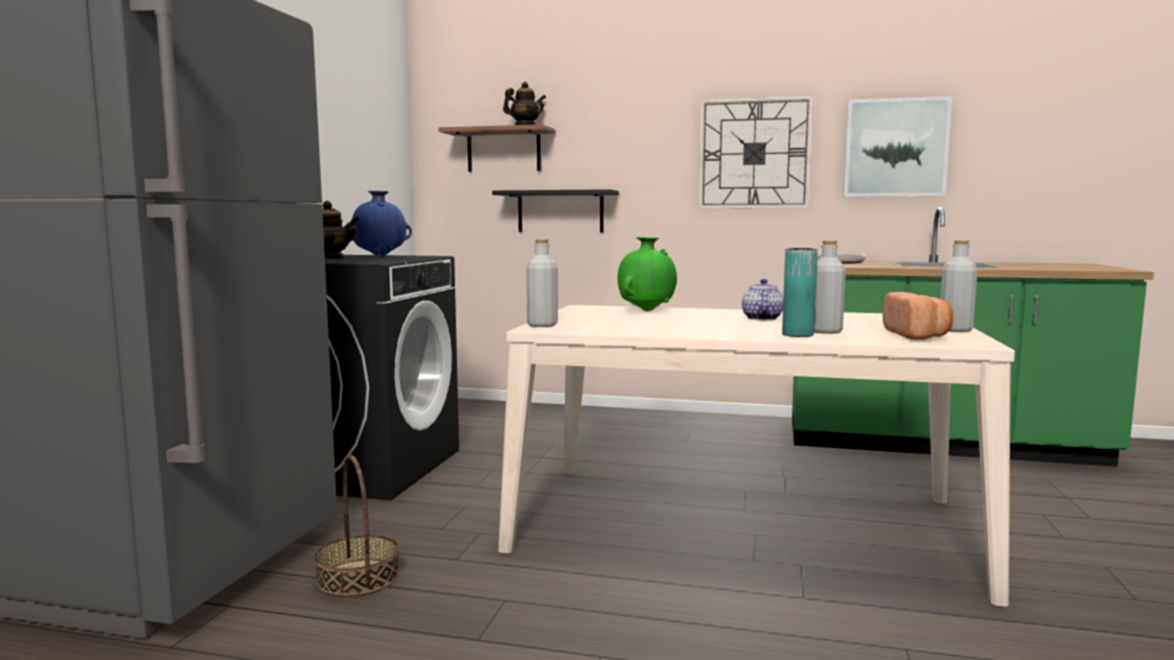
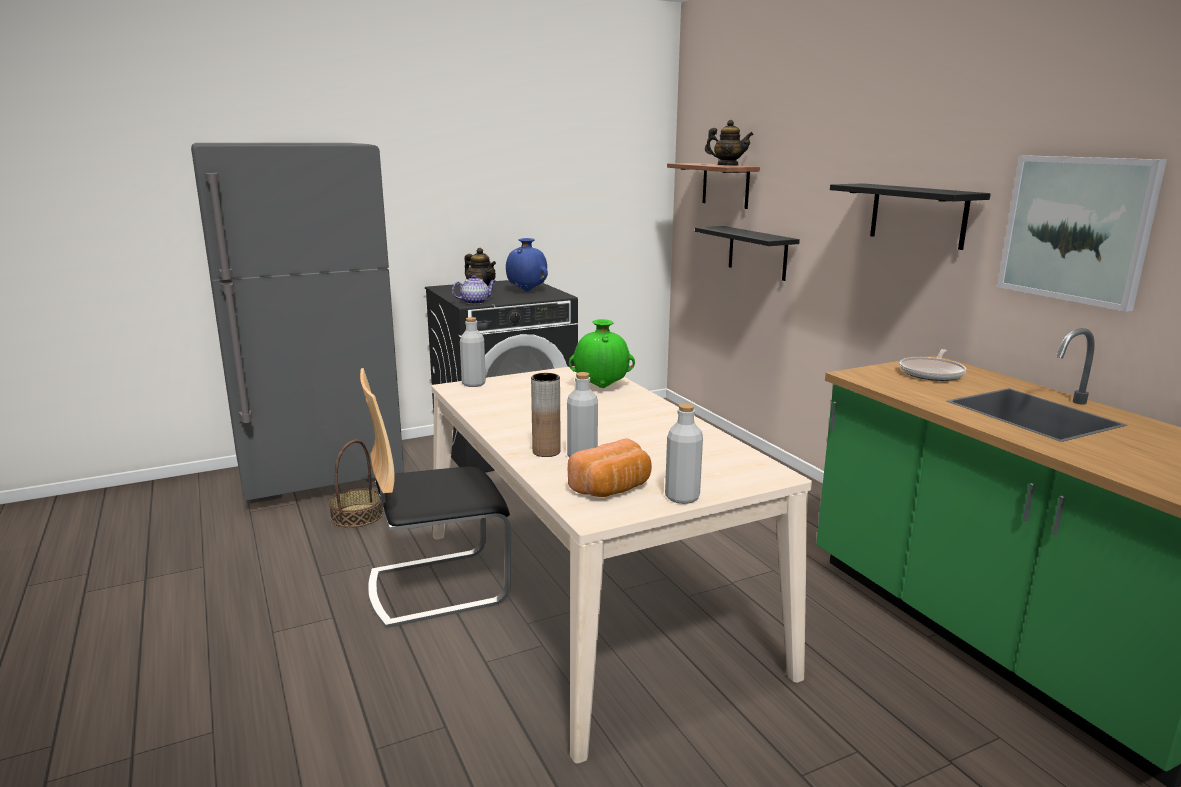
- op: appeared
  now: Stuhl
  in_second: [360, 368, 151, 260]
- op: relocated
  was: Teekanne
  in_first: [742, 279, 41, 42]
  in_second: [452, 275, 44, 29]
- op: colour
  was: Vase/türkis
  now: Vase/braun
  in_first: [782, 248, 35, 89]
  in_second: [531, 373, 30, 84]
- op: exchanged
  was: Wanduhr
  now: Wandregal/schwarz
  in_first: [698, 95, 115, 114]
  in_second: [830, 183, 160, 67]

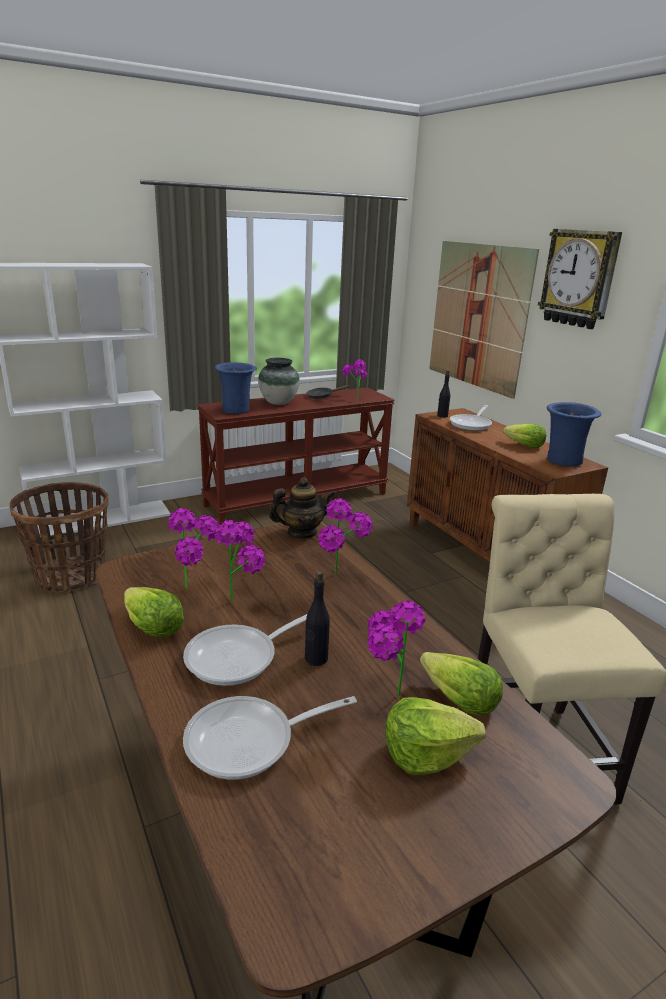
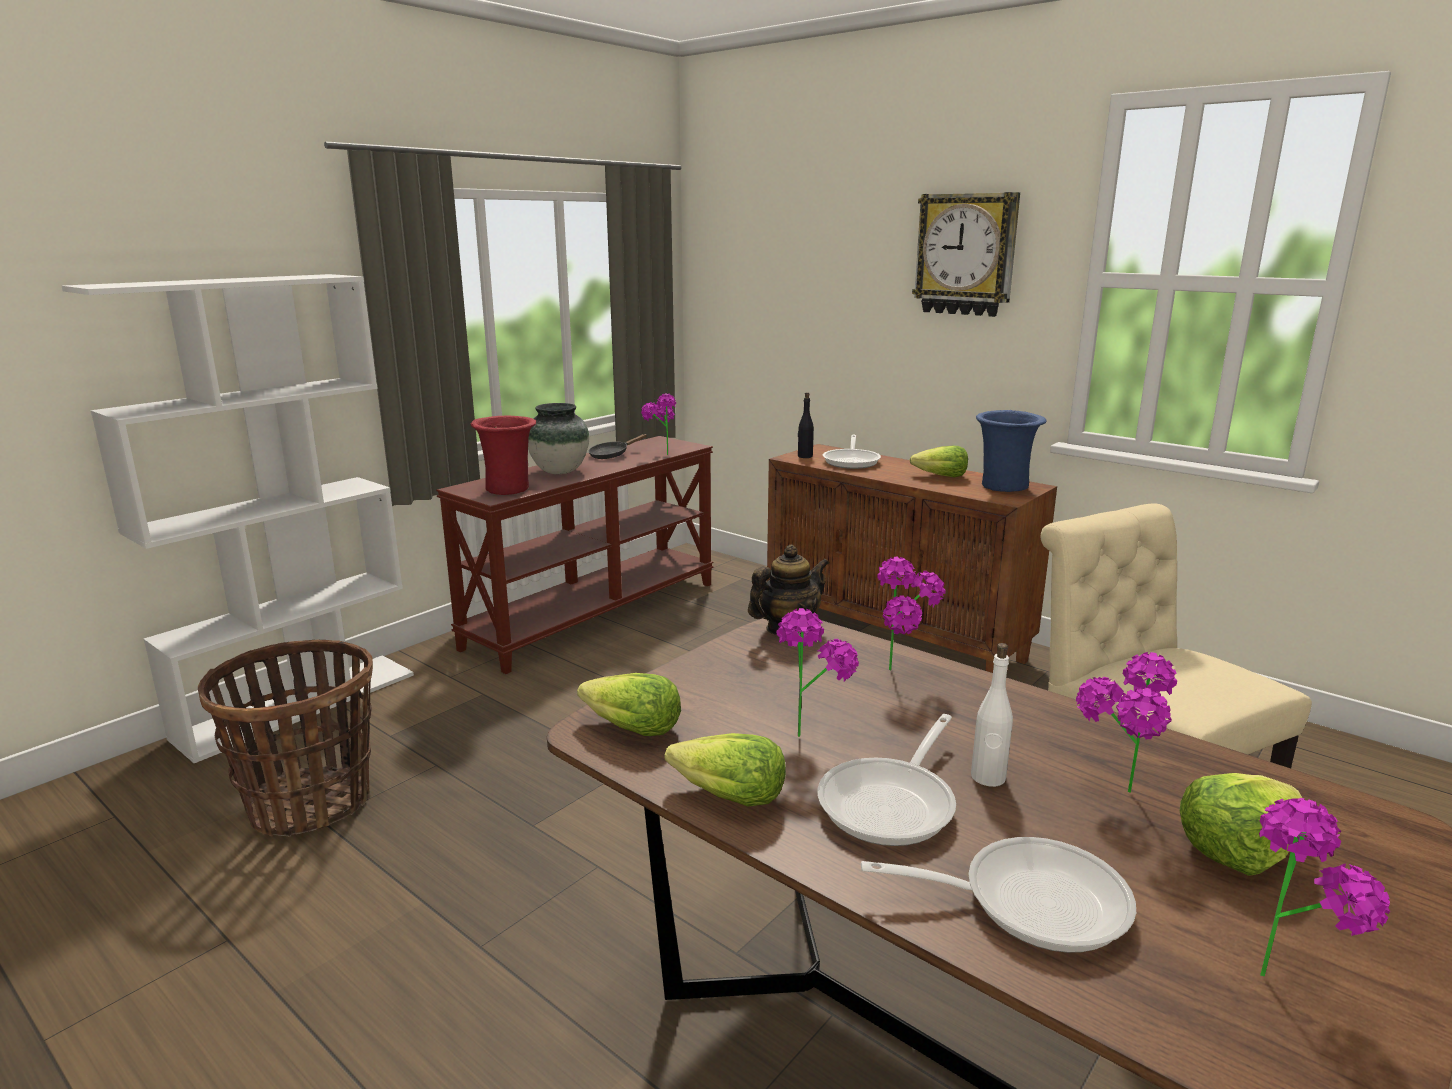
- op: colour
  was: Vase/blau
  now: Vase/rot
  in_first: [215, 362, 42, 52]
  in_second: [471, 416, 65, 79]
- op: relocated
  was: Salatkopf
  in_first: [420, 652, 83, 64]
  in_second: [577, 673, 104, 63]
- op: spun
  was: Pfanne
  in_first: [183, 696, 174, 84]
  in_second: [861, 837, 275, 116]
  clockwise: -135
- op: colour
  was: Flasche/schwarz
  now: Flasche/weiß
  in_first: [305, 571, 25, 95]
  in_second: [971, 643, 42, 144]
- op: relocated
  was: Topfpflanze
  in_first: [168, 508, 50, 80]
  in_second: [1259, 798, 131, 178]
- op: missing
  was: Bild
  in_first: [429, 241, 110, 158]

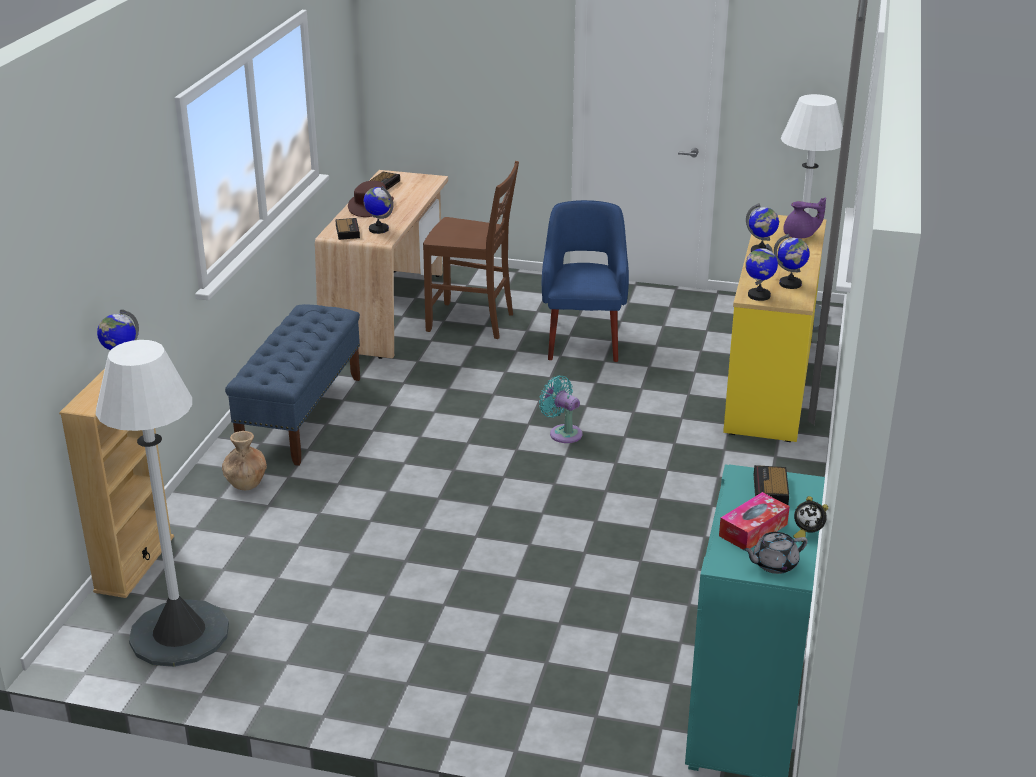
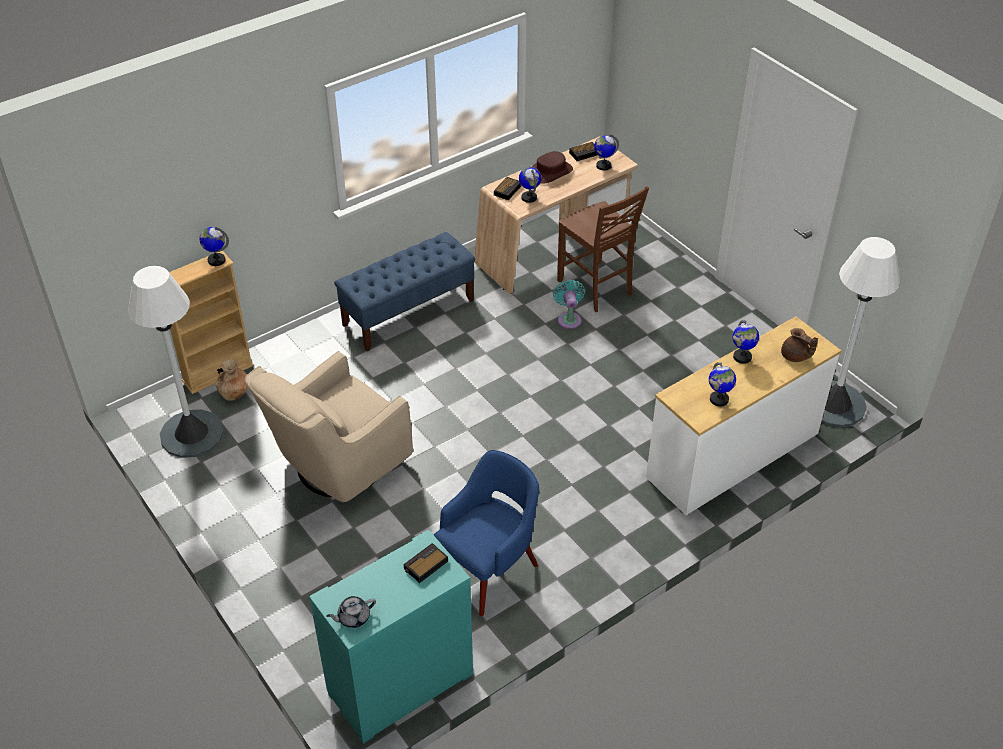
- op: relocated
  was: Vase/braun
  in_first: [222, 431, 45, 59]
  in_second: [214, 359, 34, 42]
- op: appeared
  now: Sessel/beige
  in_second: [245, 351, 168, 151]
- op: spun
  was: Teekanne/grau
  in_first: [743, 532, 65, 42]
  in_second: [326, 596, 50, 32]
  clockwise: -45
- op: relocated
  was: Sessel/blau
  in_first: [542, 200, 87, 162]
  in_second: [434, 450, 105, 166]
- op: relocated
  was: Ventilator/türkis
  in_first: [539, 375, 43, 68]
  in_second: [553, 280, 32, 49]
- op: relocated
  was: Globus
  in_first: [745, 244, 33, 57]
  in_second: [594, 135, 25, 36]
- op: colour
  was: Kommode/gelb
  now: Kommode/weiß
  in_first: [723, 215, 104, 227]
  in_second: [646, 316, 195, 199]
- op: colour
  was: Teekanne/lila
  now: Teekanne/braun
  in_first: [784, 197, 42, 41]
  in_second: [781, 328, 37, 34]
- op: missing
  was: Taschentuchbox
  in_first: [719, 492, 71, 57]
- op: missing
  was: Wecker
  in_first: [793, 496, 35, 46]

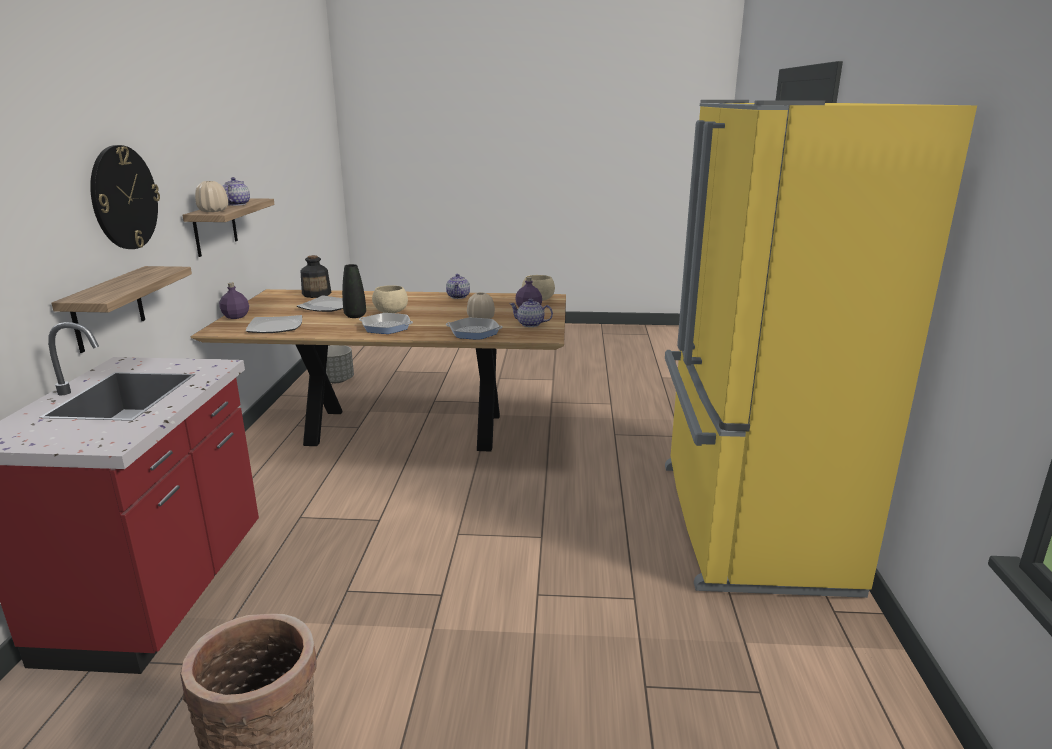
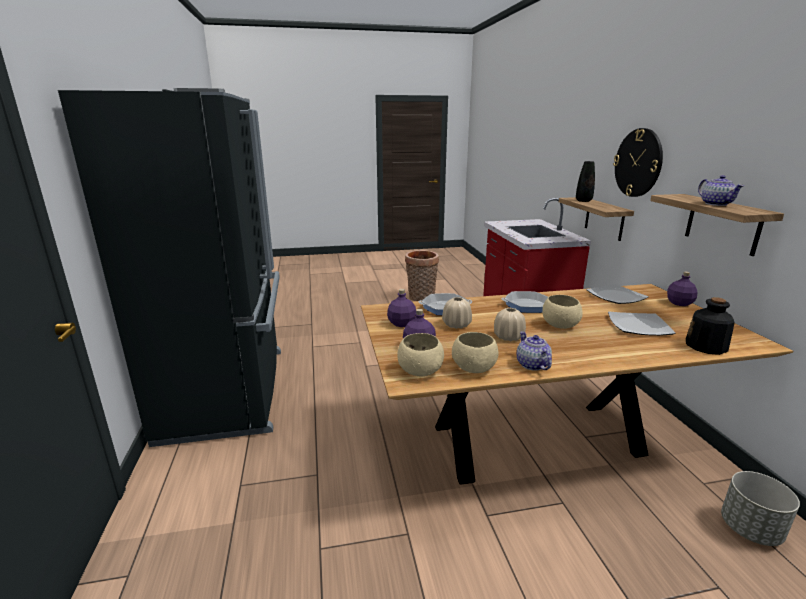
- op: colour
  was: Kühlschrank/gelb
  now: Kühlschrank/schwarz
  in_first: [665, 100, 312, 498]
  in_second: [58, 88, 223, 359]
- op: exchanged
  was: Teekanne
  now: Flasche/lila
  in_first: [509, 299, 44, 28]
  in_second: [387, 289, 29, 38]
- op: appeared
  now: Schüssel/beige
  in_second: [452, 332, 46, 41]
- op: relocated
  was: Vase/beige
  in_first: [195, 181, 33, 31]
  in_second: [494, 308, 32, 33]
- op: relocated
  was: Vase/schwarz
  in_first: [342, 264, 24, 54]
  in_second: [576, 161, 19, 41]

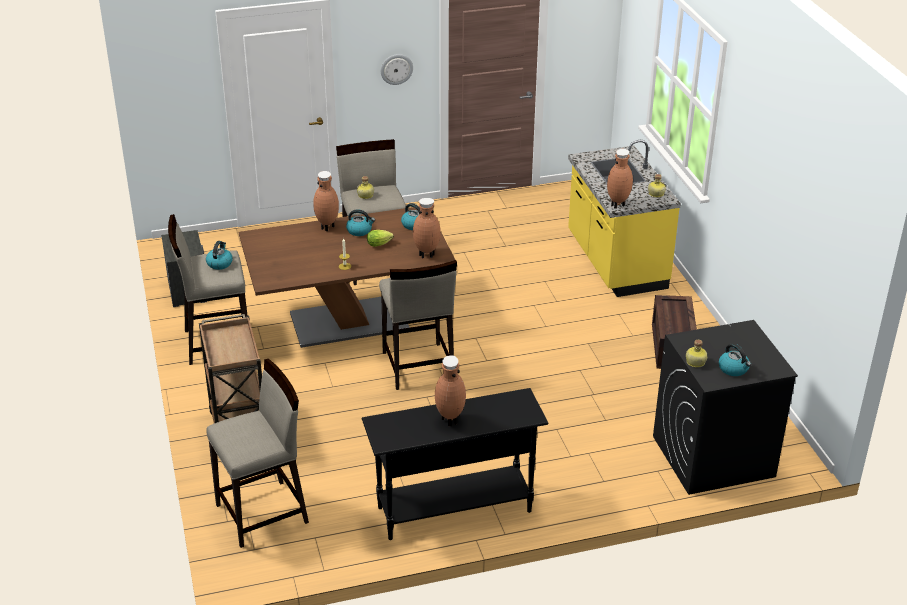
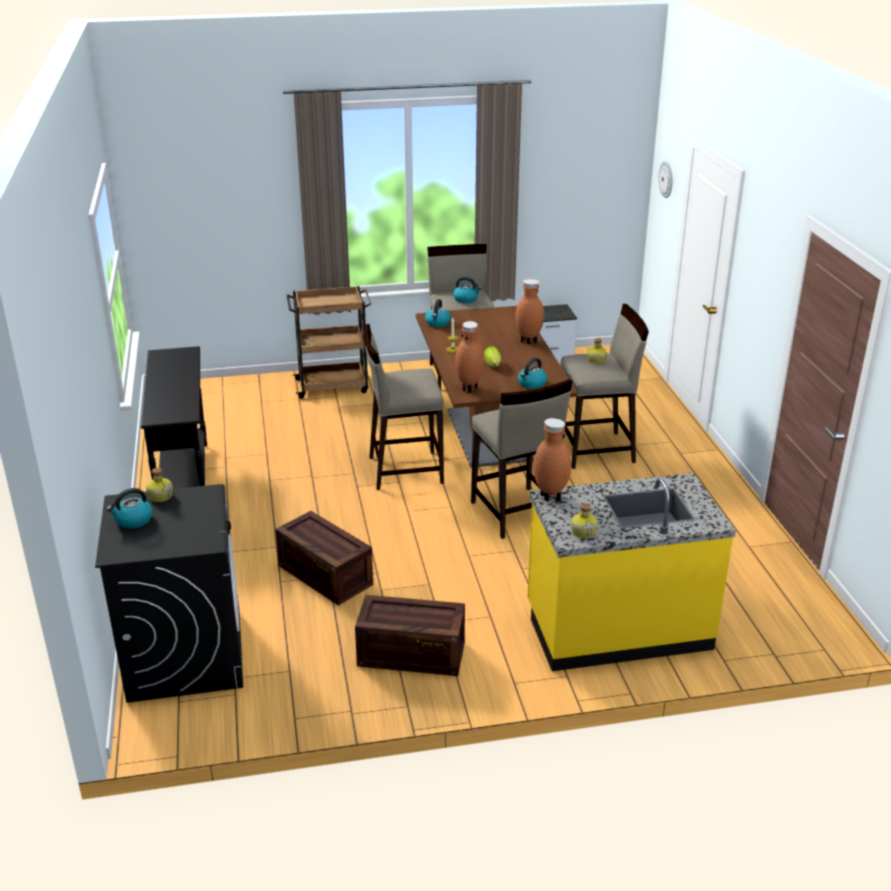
- op: appeared
  now: Kiste
  in_second: [276, 511, 97, 95]
- op: relocated
  was: Wasserkessel
  in_first: [346, 209, 29, 27]
  in_second: [425, 299, 26, 28]
- op: relocated
  was: Hocker/beige
  in_first: [206, 359, 103, 189]
  in_second: [471, 379, 102, 160]
- op: relocated
  was: Wanduhr
  in_first: [381, 54, 32, 31]
  in_second: [658, 161, 14, 37]
- op: missing
  was: Vase/braun
  in_first: [435, 355, 31, 71]

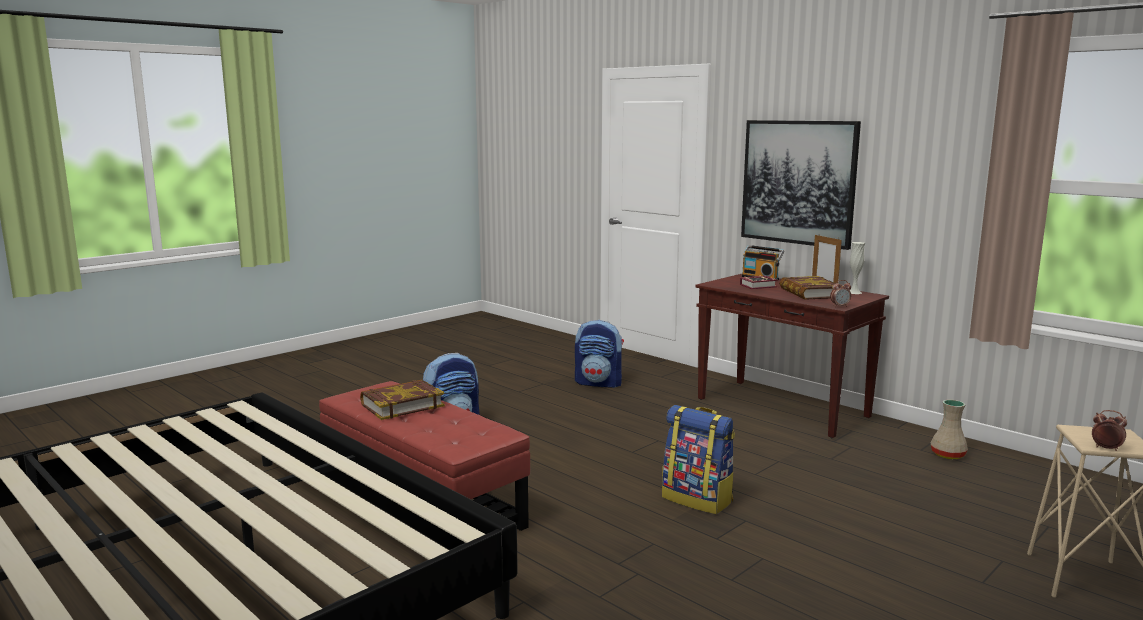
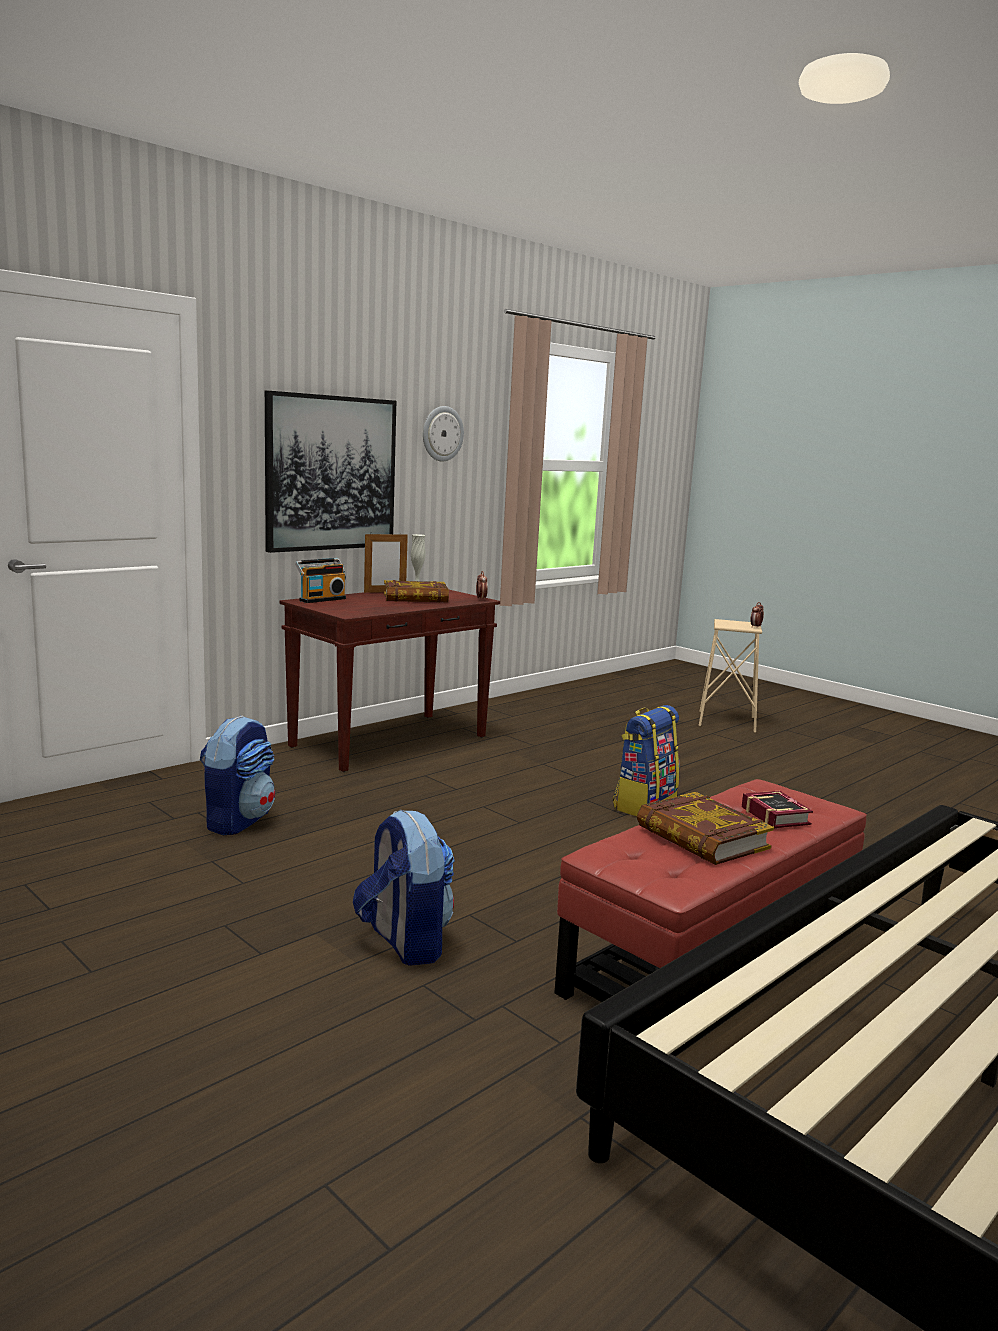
- op: appeared
  now: Wanduhr
  in_second: [423, 406, 41, 56]
- op: relocated
  was: Buch
  in_first: [740, 276, 38, 13]
  in_second: [742, 791, 71, 37]
- op: missing
  was: Vase/beige
  in_first: [931, 400, 37, 59]

